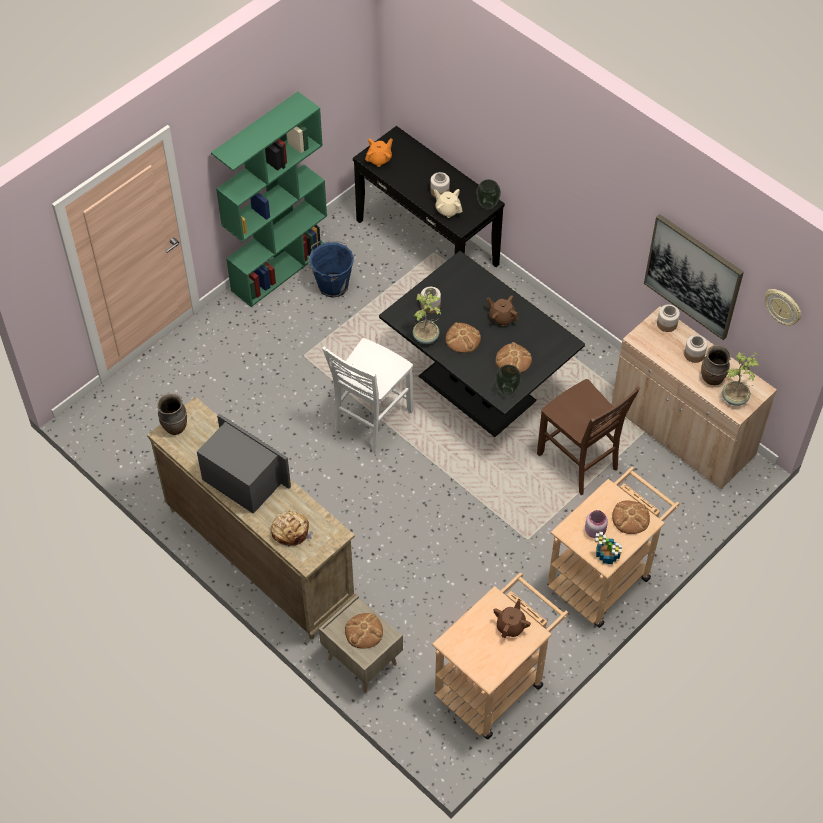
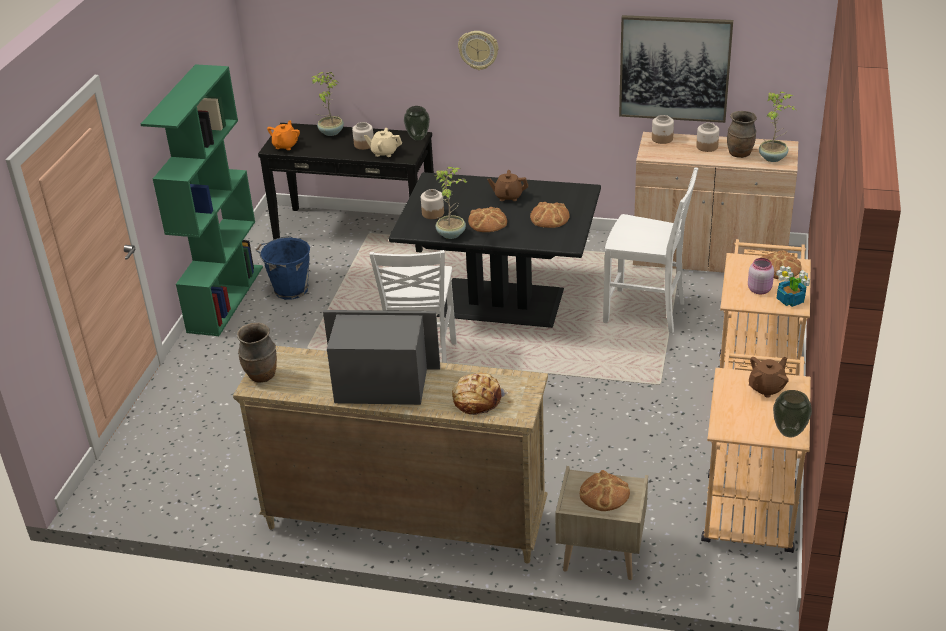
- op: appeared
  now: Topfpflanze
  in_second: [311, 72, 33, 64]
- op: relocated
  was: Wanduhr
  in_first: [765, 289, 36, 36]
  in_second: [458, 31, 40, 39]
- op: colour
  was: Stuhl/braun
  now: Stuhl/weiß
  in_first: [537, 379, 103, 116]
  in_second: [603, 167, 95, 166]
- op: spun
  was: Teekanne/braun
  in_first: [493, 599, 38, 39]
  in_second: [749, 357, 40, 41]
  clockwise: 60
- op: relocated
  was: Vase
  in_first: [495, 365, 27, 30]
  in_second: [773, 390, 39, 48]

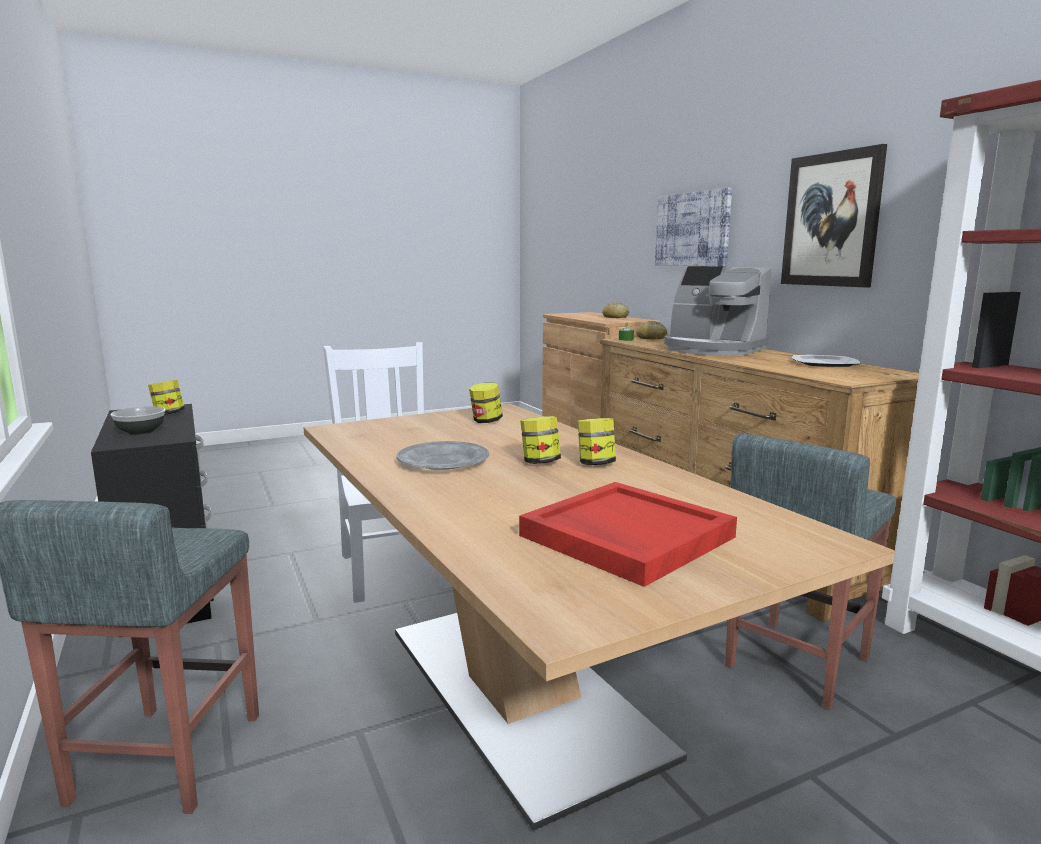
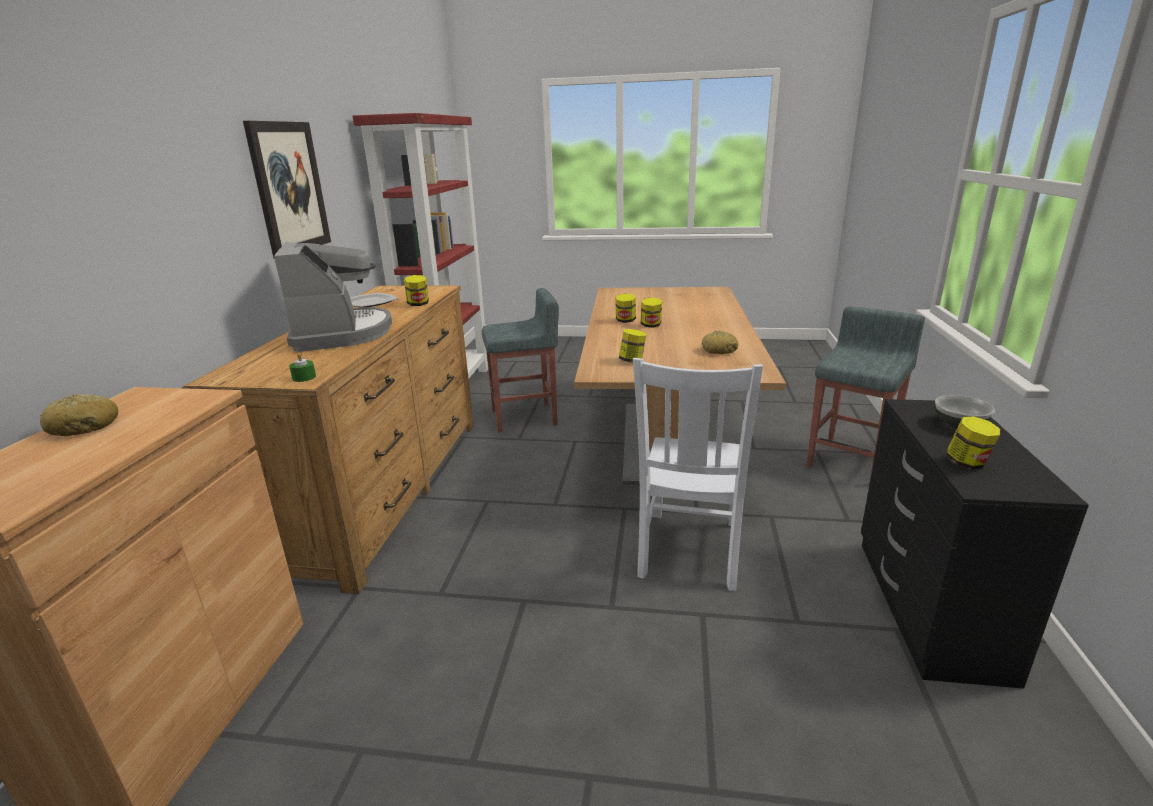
- op: appeared
  now: Vorratsglas
  in_second: [404, 275, 25, 31]
- op: relocated
  was: Brot
  in_first: [636, 321, 32, 19]
  in_second: [702, 330, 36, 24]
- op: missing
  was: Teller/grau
  in_first: [396, 441, 93, 29]
- op: missing
  was: Tablett/rot
  in_first: [519, 482, 218, 105]
- op: missing
  was: Bild
  in_first: [655, 188, 77, 78]

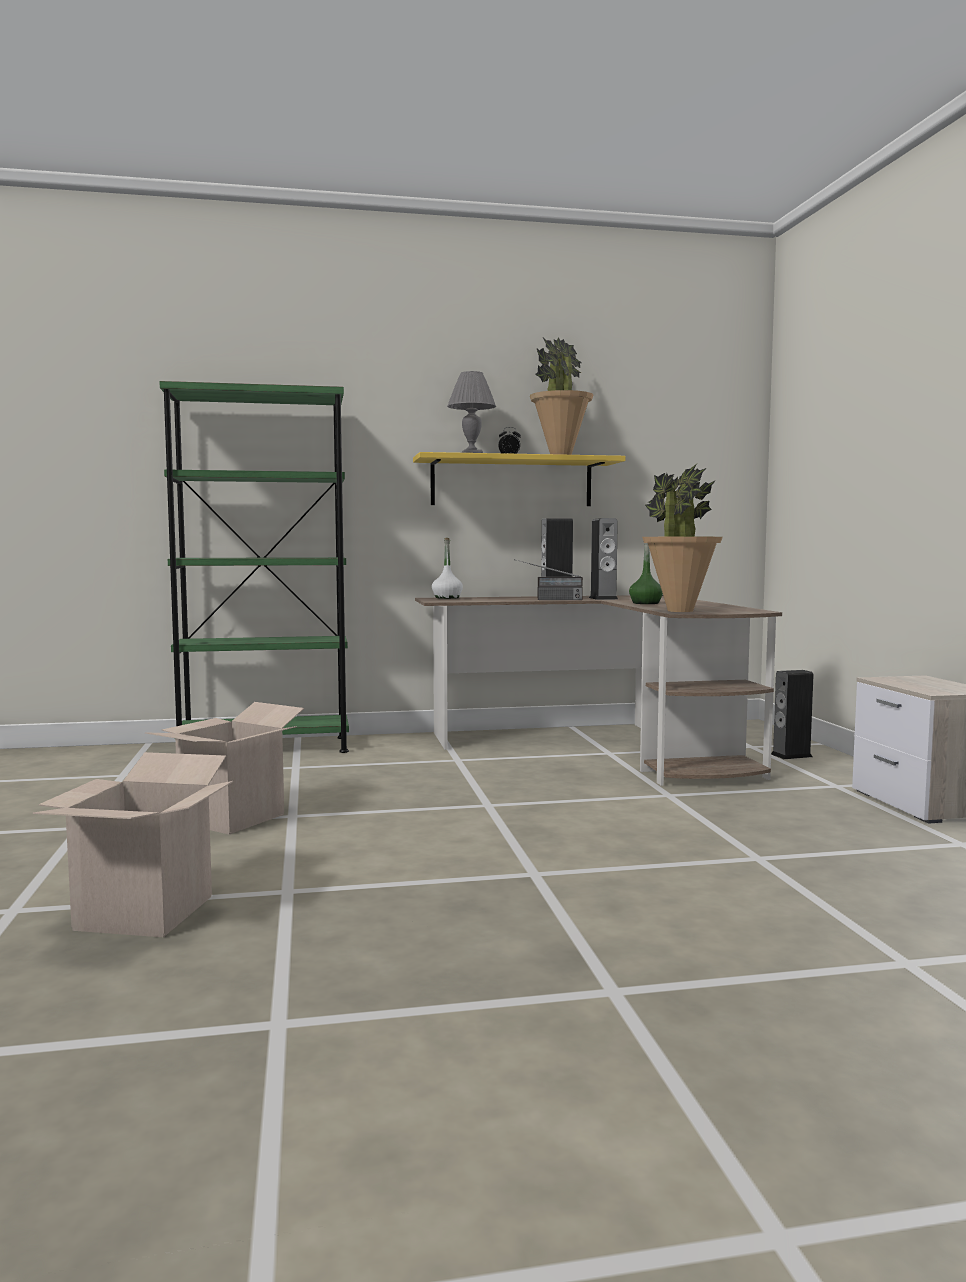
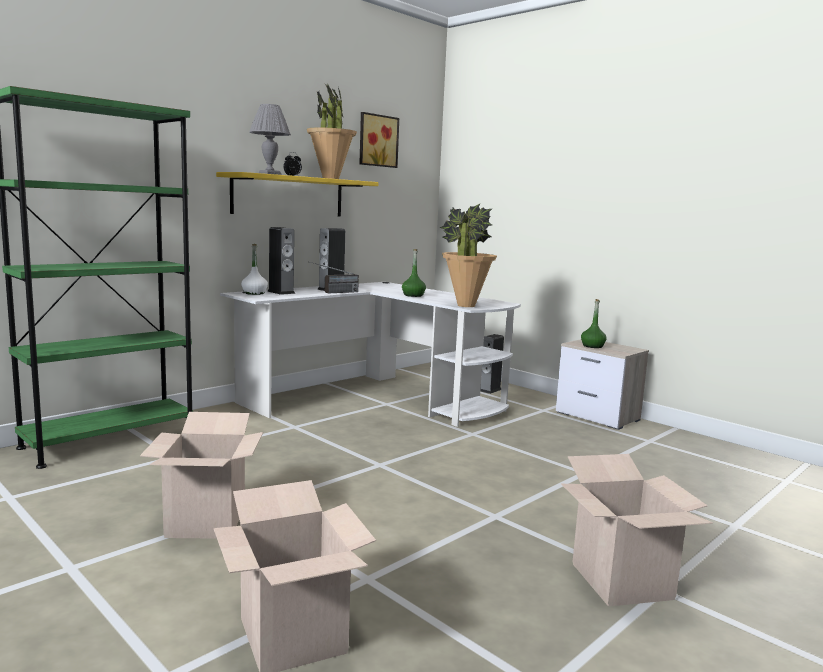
- op: colour
  was: Schreibtisch/braun
  now: Schreibtisch/weiß
  in_first: [415, 595, 367, 191]
  in_second: [220, 282, 301, 145]
- op: relocated
  was: Lautsprecher
  in_first: [589, 518, 29, 82]
  in_second: [267, 227, 28, 68]
- op: appeared
  now: Bild
  in_second: [359, 112, 40, 56]
- op: appeared
  now: Karton
  in_second: [561, 454, 152, 153]
- op: appeared
  now: Flasche/grün
  in_second: [581, 299, 26, 49]

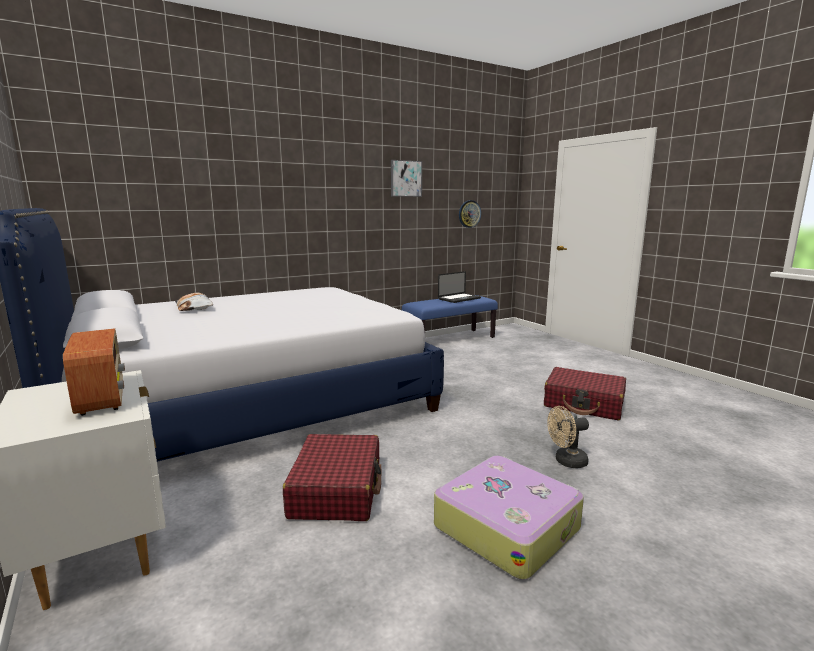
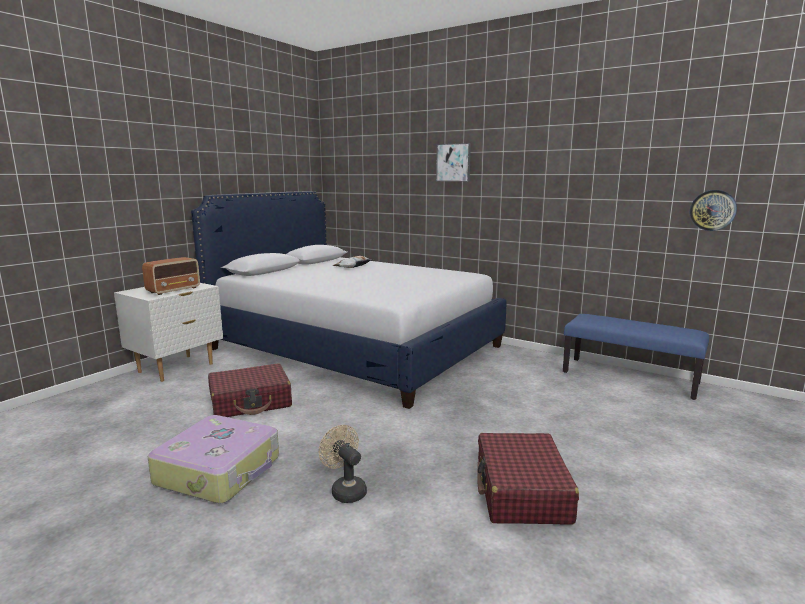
- op: relocated
  was: Bild
  in_first: [391, 160, 31, 37]
  in_second: [436, 143, 35, 39]
- op: missing
  was: Laptop
  in_first: [438, 271, 43, 32]

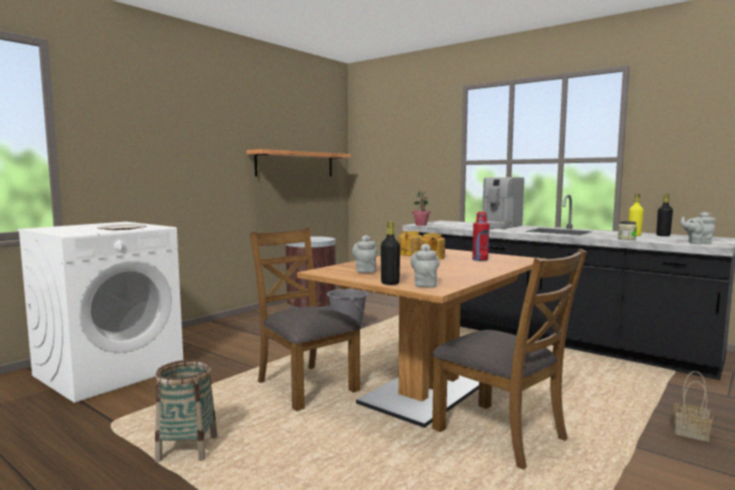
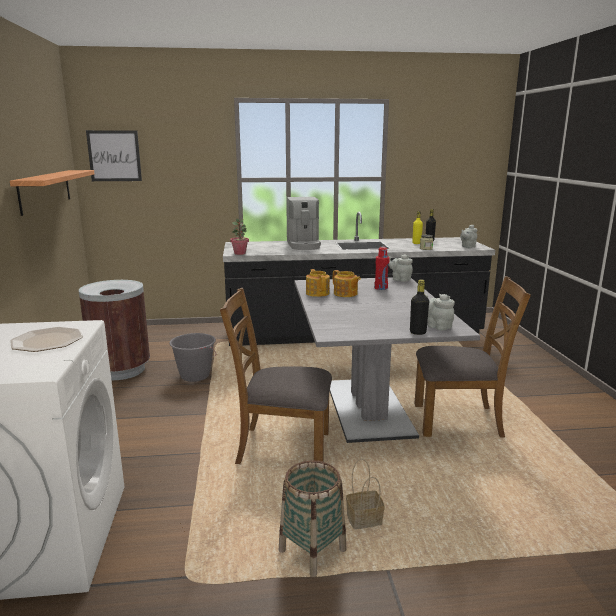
- op: appeared
  now: Bild
  in_second: [86, 130, 56, 51]
- op: colour
  was: Esstisch/braun
  now: Esstisch/grau
  in_first: [297, 249, 246, 179]
  in_second: [295, 277, 185, 166]
- op: relocated
  was: Korb
  in_first: [674, 371, 39, 71]
  in_second: [346, 459, 39, 70]
- op: relocated
  was: Teekanne/grau
  in_first: [352, 235, 25, 38]
  in_second: [389, 254, 24, 28]

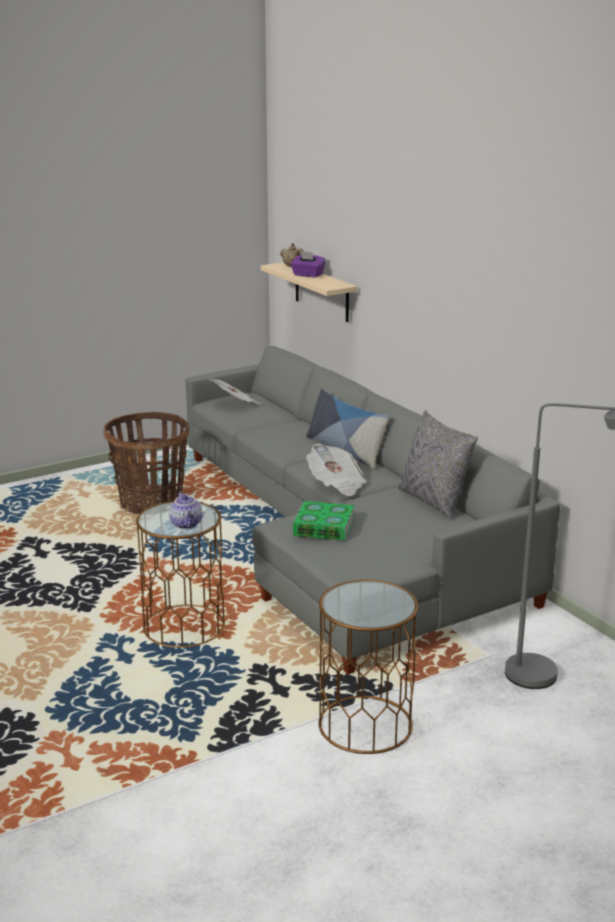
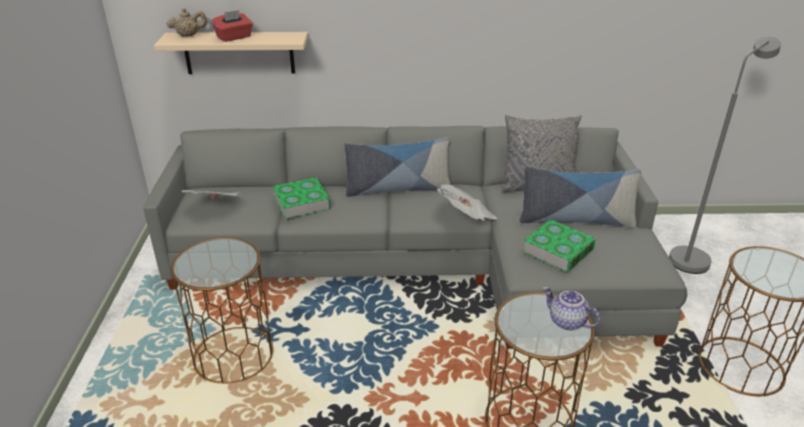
- op: exchanged
  was: Korb
  now: Beistelltisch/braun
  in_first: [103, 412, 86, 102]
  in_second: [171, 237, 102, 147]
- op: colour
  was: Taschentuchbox/lila
  now: Taschentuchbox/rot
  in_first: [291, 251, 35, 26]
  in_second: [211, 10, 42, 32]
- op: appeared
  now: Buch
  in_second: [272, 178, 59, 41]
- op: appeared
  now: Kissen
  in_second: [519, 166, 122, 61]
- op: spun
  was: Teekanne
  in_first: [169, 492, 34, 37]
  in_second: [543, 287, 57, 43]
  clockwise: -150

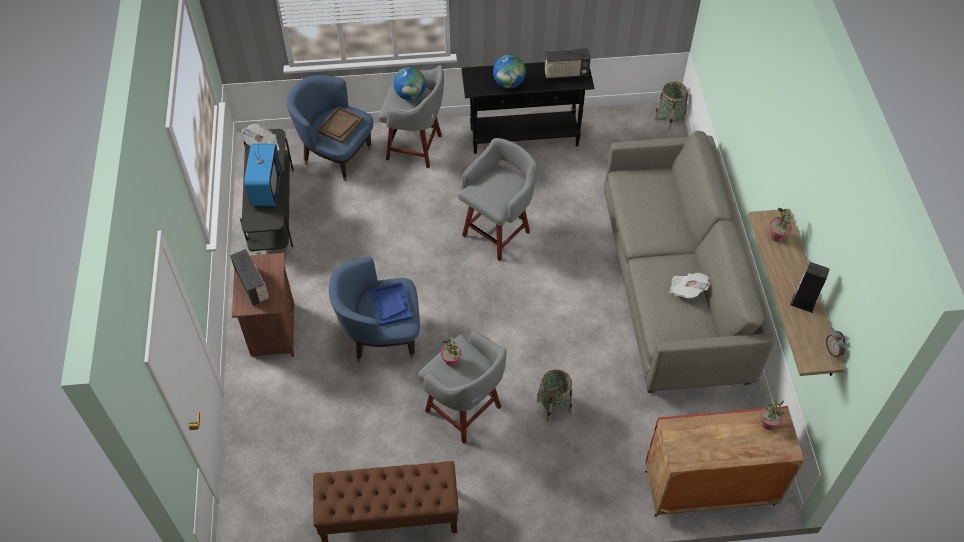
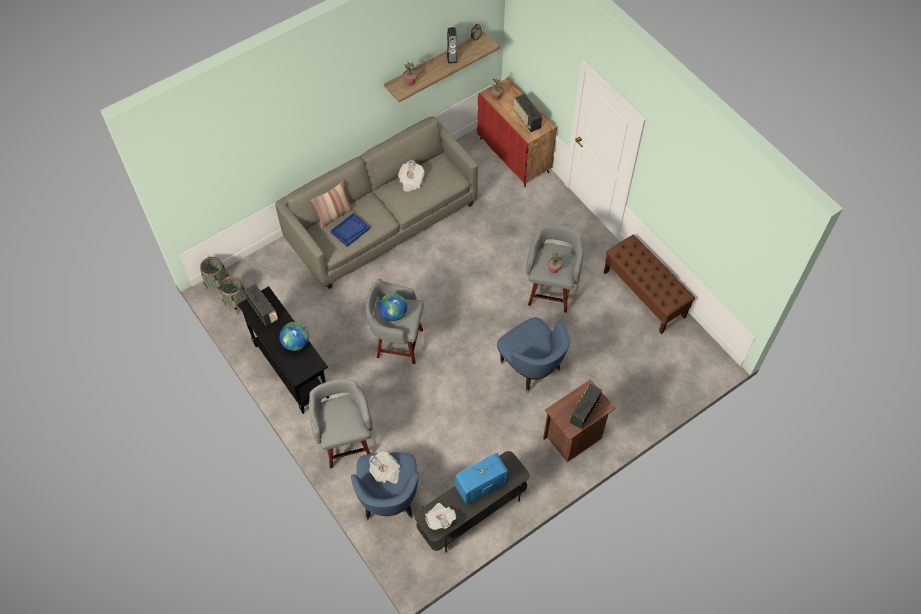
- op: relocated
  was: Korb
  in_first: [536, 369, 36, 53]
  in_second: [220, 276, 27, 39]
- op: appeared
  now: Kissen
  in_second: [311, 182, 43, 46]
- op: relocated
  was: Tablett/blau
  in_first: [370, 282, 42, 44]
  in_second: [330, 213, 40, 34]
- op: exchanged
  was: Tablett/braun
  now: Zeitung
  in_first: [317, 106, 47, 38]
  in_second: [369, 451, 32, 33]
- op: relocated
  was: Globus
  in_first: [393, 67, 33, 33]
  in_second: [379, 293, 28, 28]
- op: appeared
  now: Radio
  in_second: [514, 94, 28, 38]

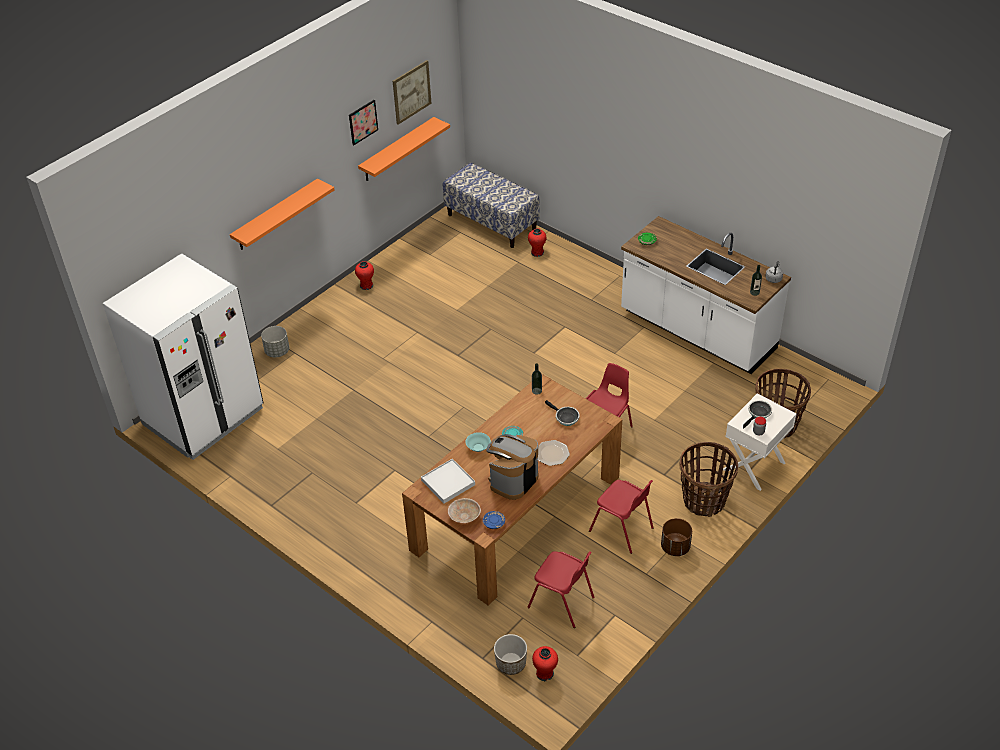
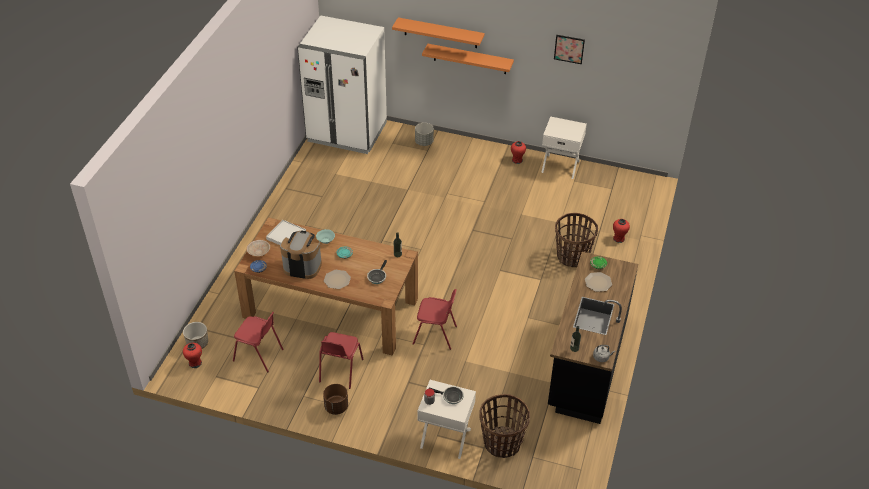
- op: spun
  was: Stuhl/rot
  in_first: [528, 551, 66, 77]
  in_second: [233, 312, 51, 60]
  clockwise: -75
- op: relocated
  was: Wandregal/orange
  in_first: [358, 117, 92, 64]
  in_second: [392, 17, 93, 31]
- op: appeared
  now: Nachttisch/weiß
  in_second: [541, 116, 46, 63]
- op: colour
  was: Küchenzeile/weiß
  now: Küchenzeile/schwarz
  in_first: [621, 216, 170, 158]
  in_second: [548, 252, 90, 172]
- op: relocated
  was: Korb
  in_first: [679, 442, 59, 75]
  in_second: [555, 213, 43, 54]
- op: appeared
  now: Teller
  in_second: [585, 272, 27, 20]
- op: missing
  was: Bild
  in_first: [393, 60, 39, 65]
- op: missing
  was: Bank
  in_first: [443, 163, 97, 85]

